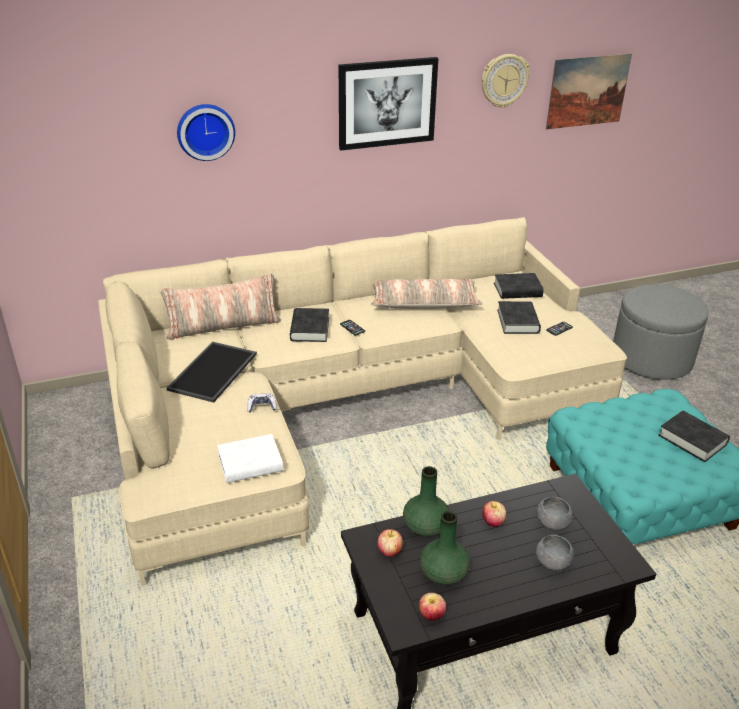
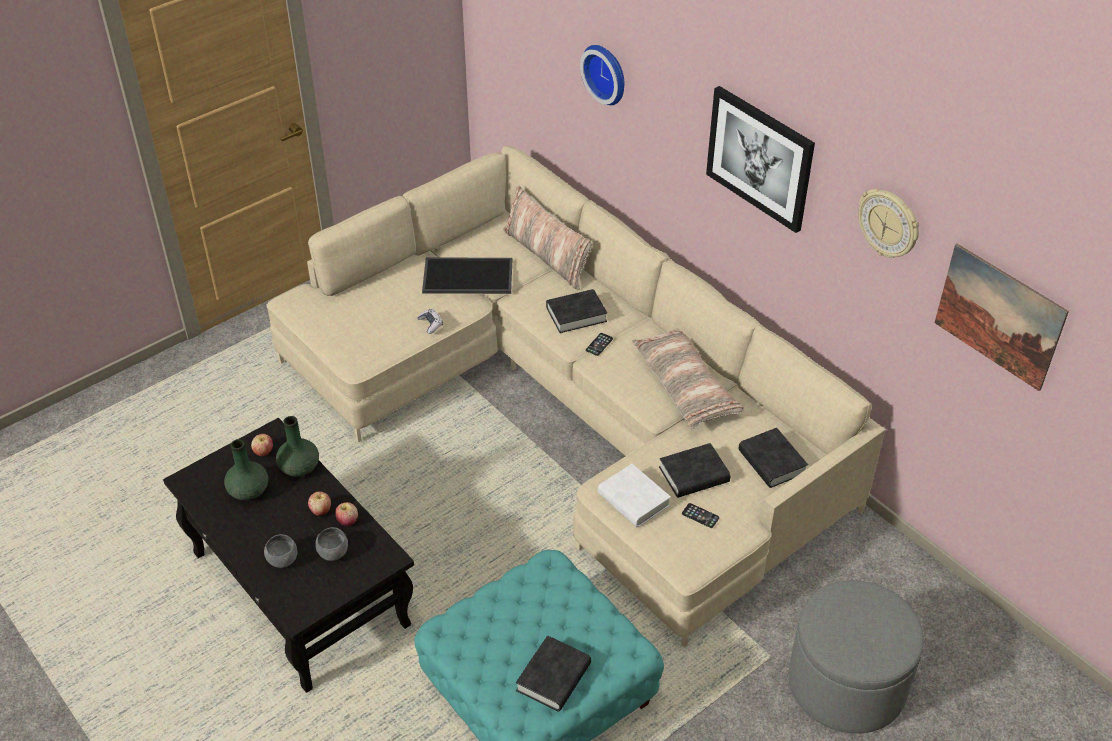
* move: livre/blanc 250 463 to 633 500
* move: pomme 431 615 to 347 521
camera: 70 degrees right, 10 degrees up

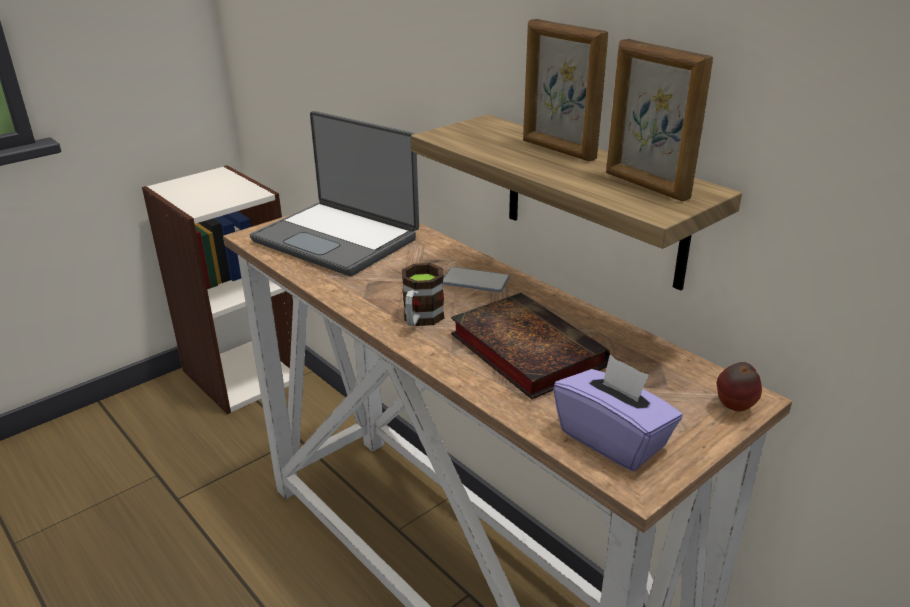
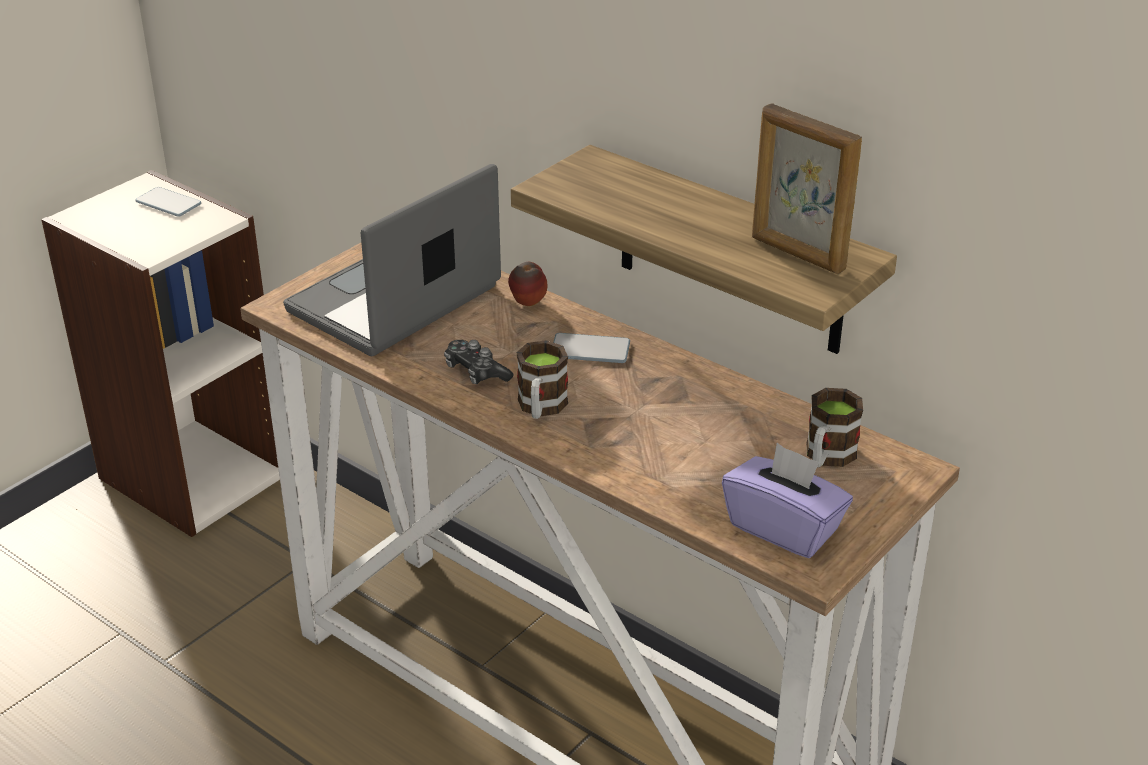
* rotate: ordinateur portable 338 239 = 396 301 105 degrees clockwise
* delete: livre 522 349
* delete: cadre photo 558 150
* move: pomme 734 408 to 527 304
* insert: téléphone 168 203
* insert: manette 476 372
* insert: mug 827 457
camera: 10 degrees left, 5 degrees up

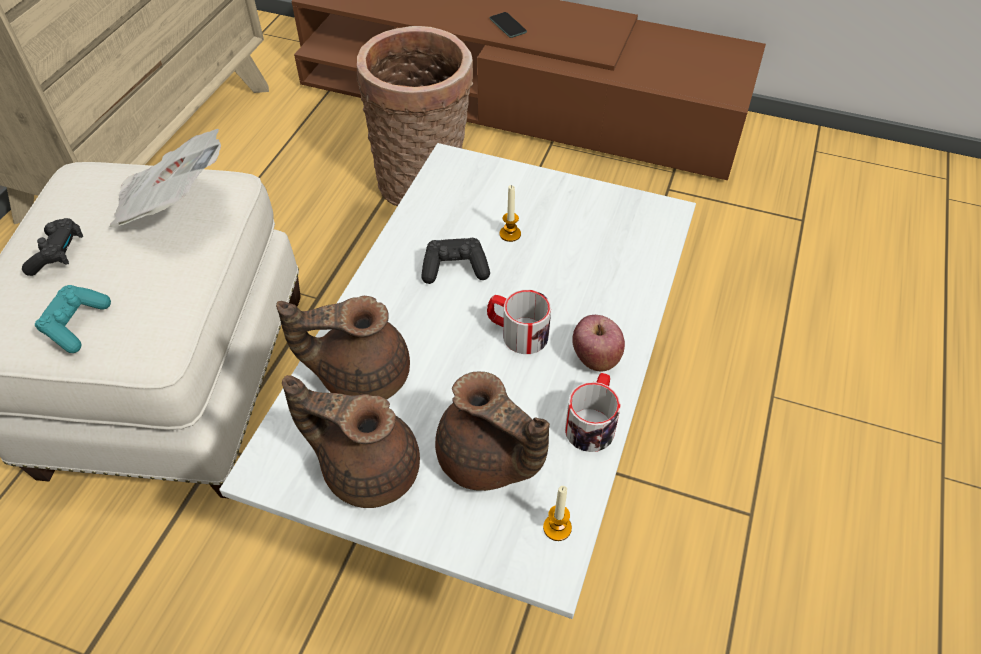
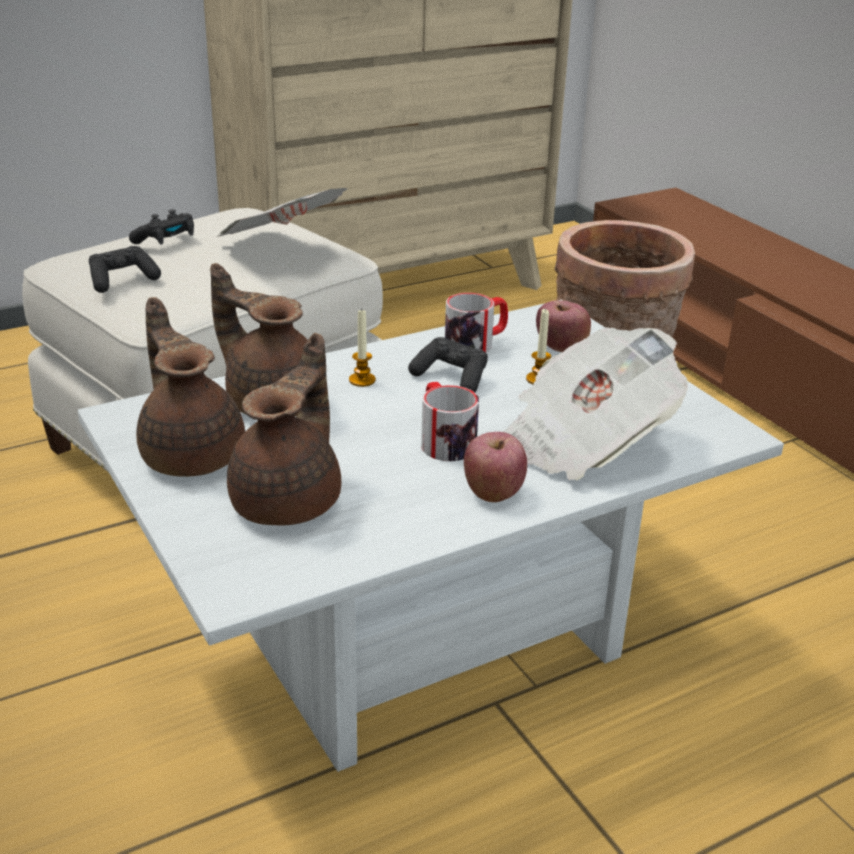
* recolor: manette/turquoise 76 325 to manette/noir 122 280
* rotate: théière/marron 487 460 = 290 500 150 degrees counterclockwise
* delete: téléphone 508 25
* move: bougie 557 528 to 362 380
* move: mug 592 422 to 476 343
* insert: journal 582 442
* insert: pomme 561 348
camera: 40 degrees right, 20 degrees down

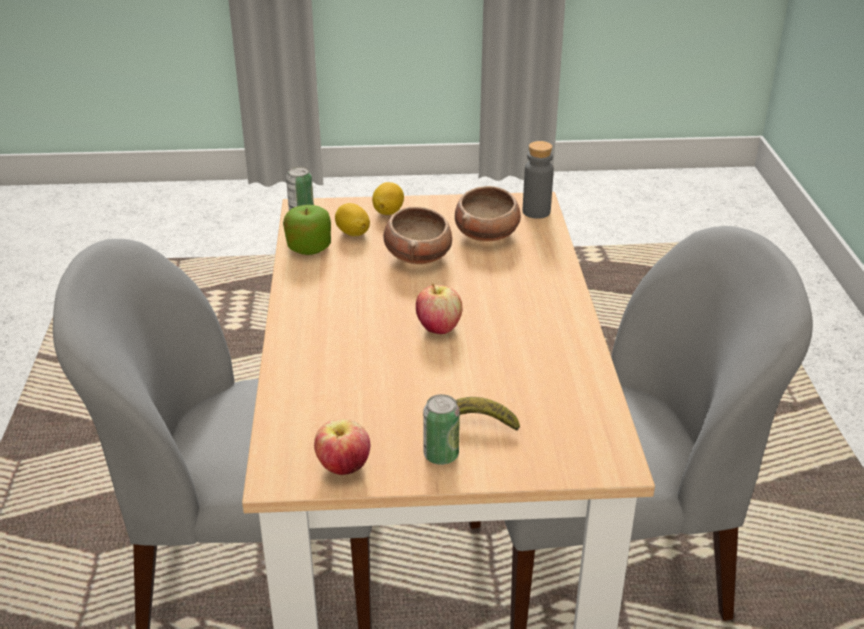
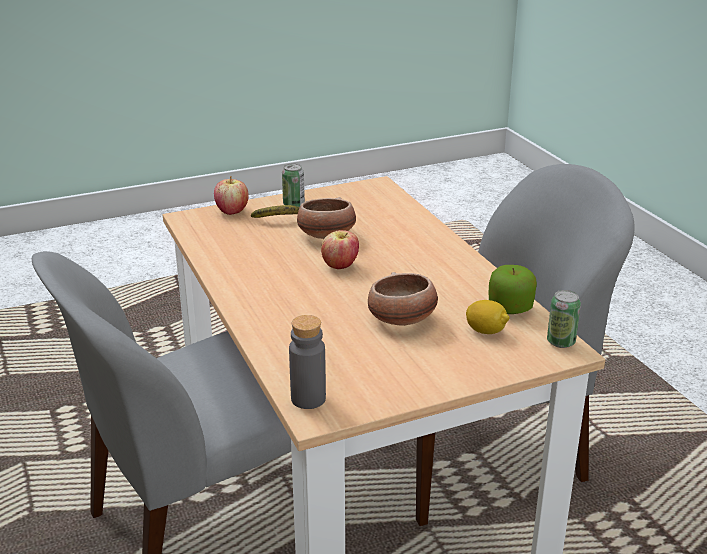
* move: pomme 343 467 to 232 211
* delete: citron 388 212
* move: bol 487 234 to 326 236
camera: 160 degrees right, 5 degrees down

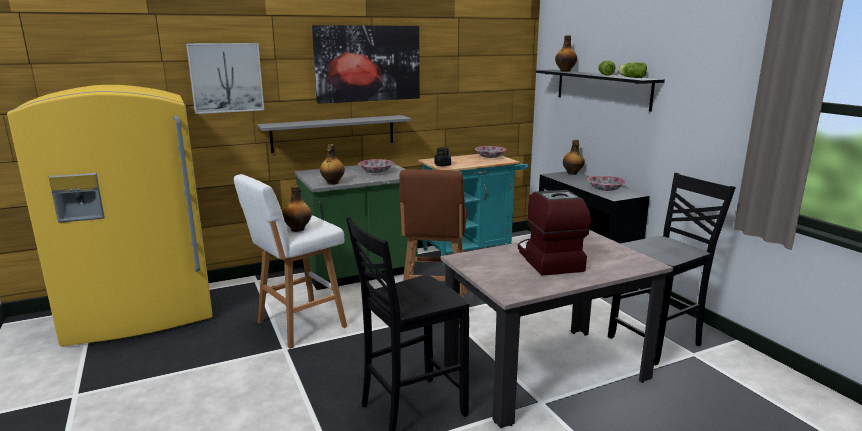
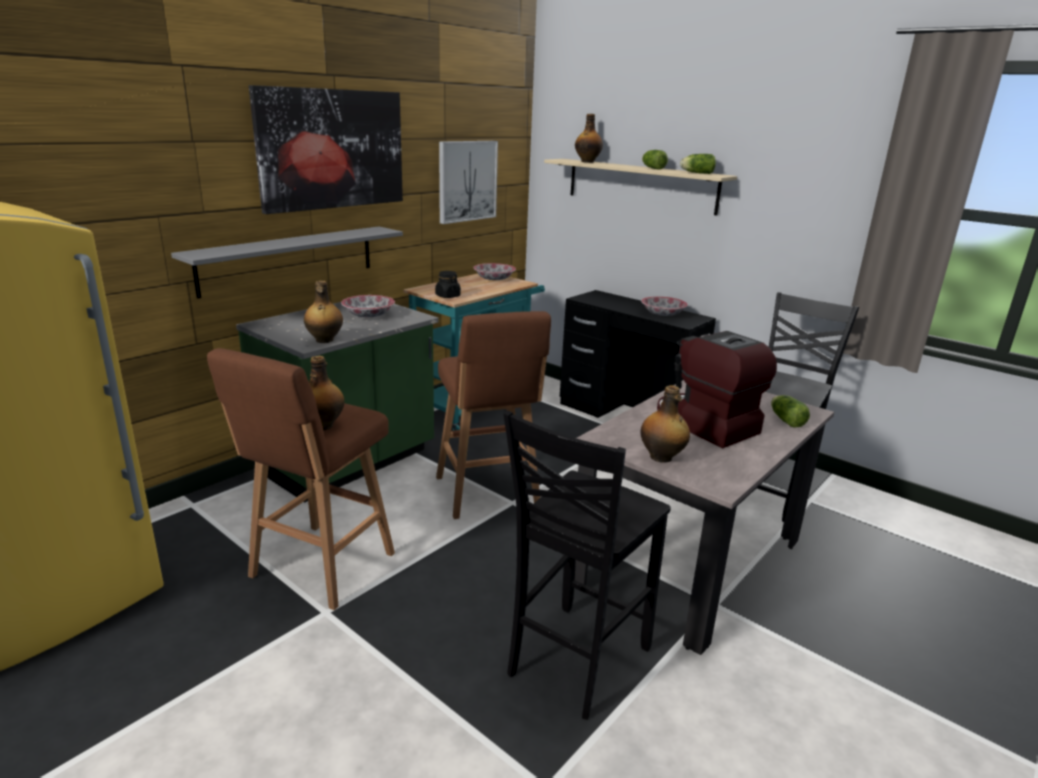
* move: tableau 226 77 to 467 181
* recolor: tabouret/blanc 298 325 to tabouret/marron 319 567
* recolor: étagère/noir 602 88 to étagère/beige 640 185
* move: bouteille 572 173 to 661 457
* insert: laitue 785 420
camera: 25 degrees left, 5 degrees up

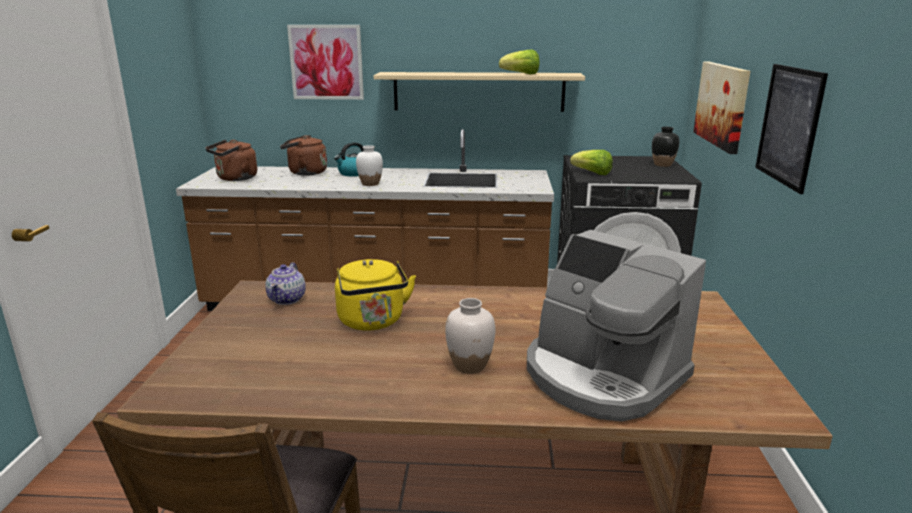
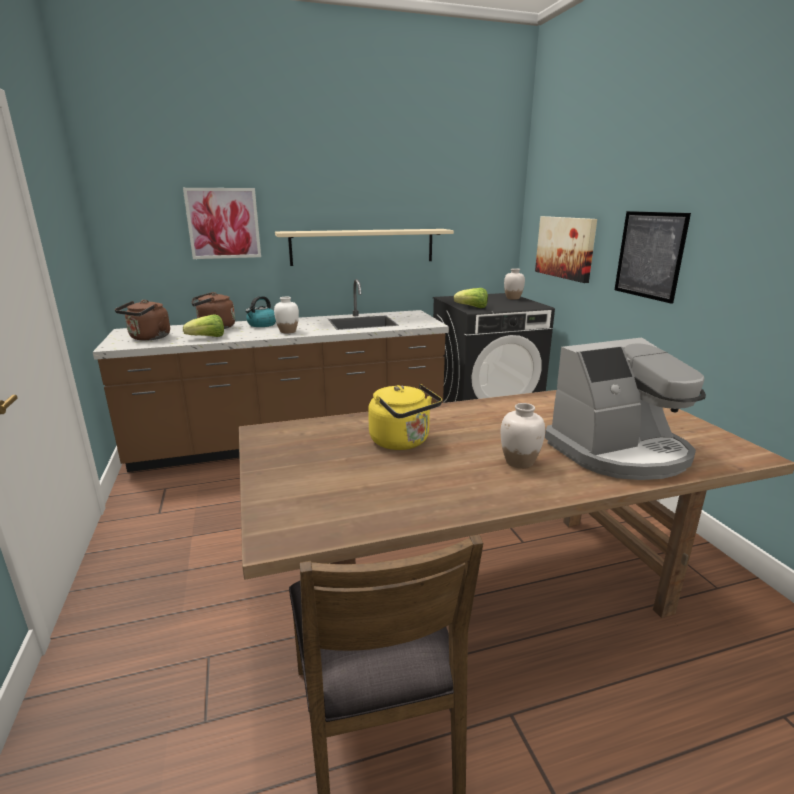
* delete: théière 287 299
* move: laitue 521 74 to 207 337
* rotate: machine à café 601 376 = 619 452 45 degrees counterclockwise
* recolor: vase/noir 662 164 to vase/blanc 512 298
camera: 20 degrees left, 0 degrees up

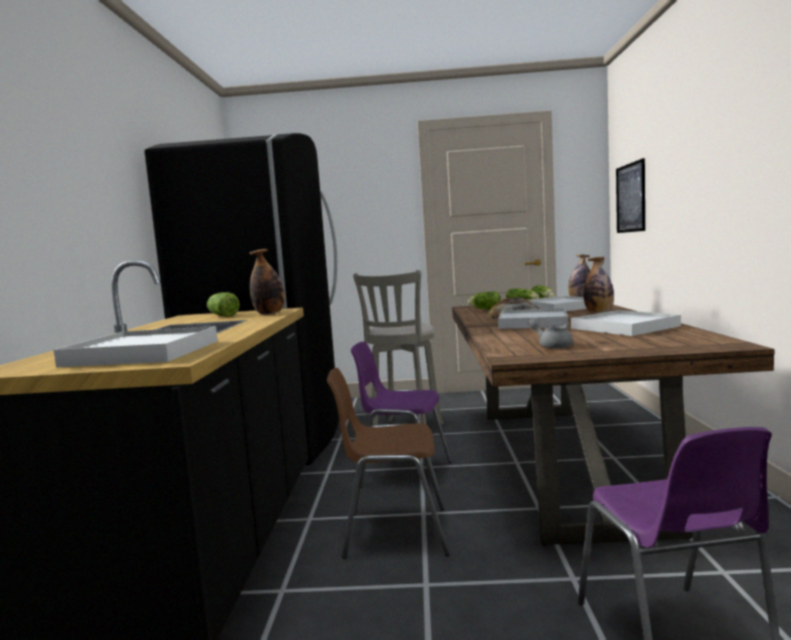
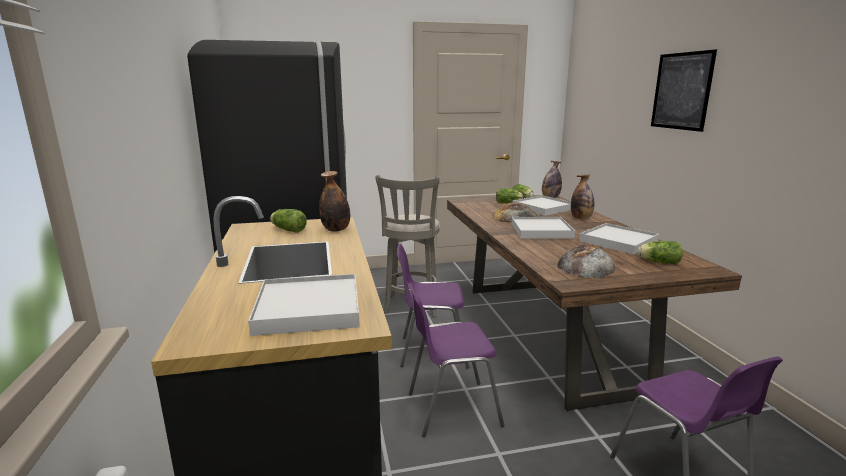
* recolor: chaise/marron 393 532 to chaise/violet 451 409
* move: laitue 484 309 to 657 262
* replace: théière/gris 552 345 to pain 585 266
* move: tableau 630 198 to 681 91
camera: 15 degrees left, 10 degrees up

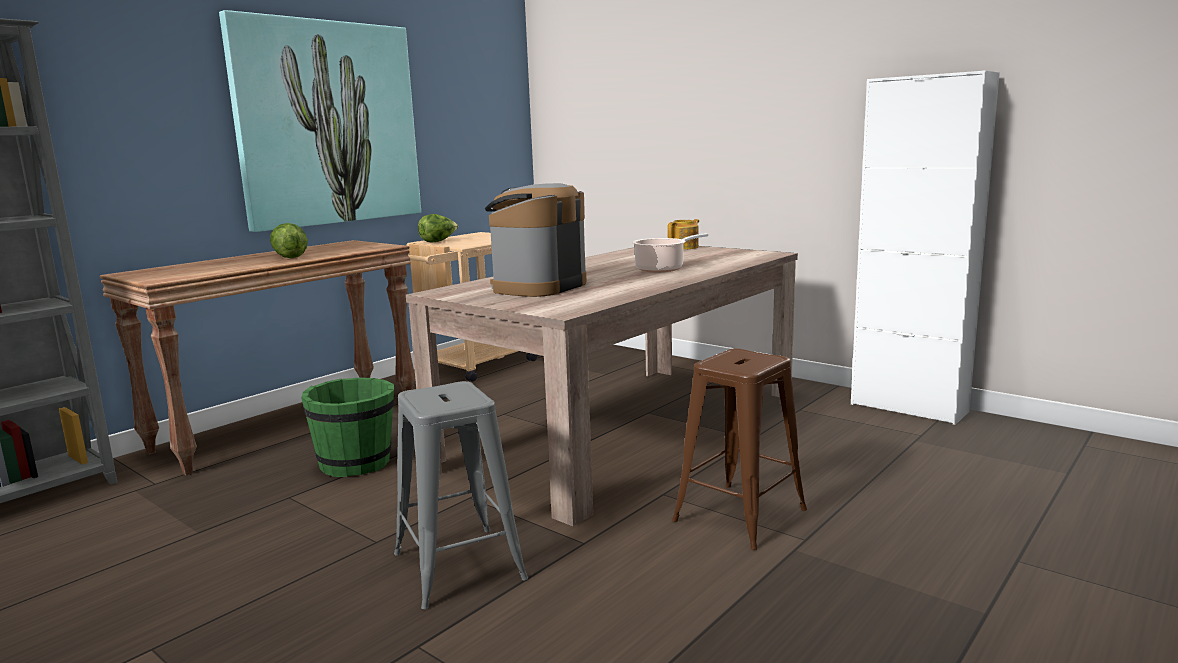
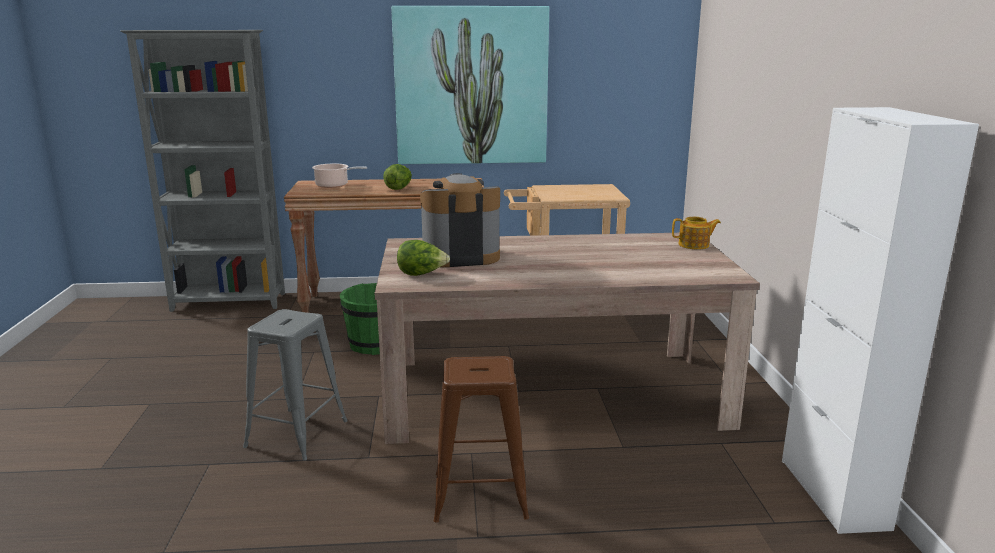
* move: laitue 438 241 to 421 274
* move: marmite 662 269 to 334 185
camera: 45 degrees right, 5 degrees up

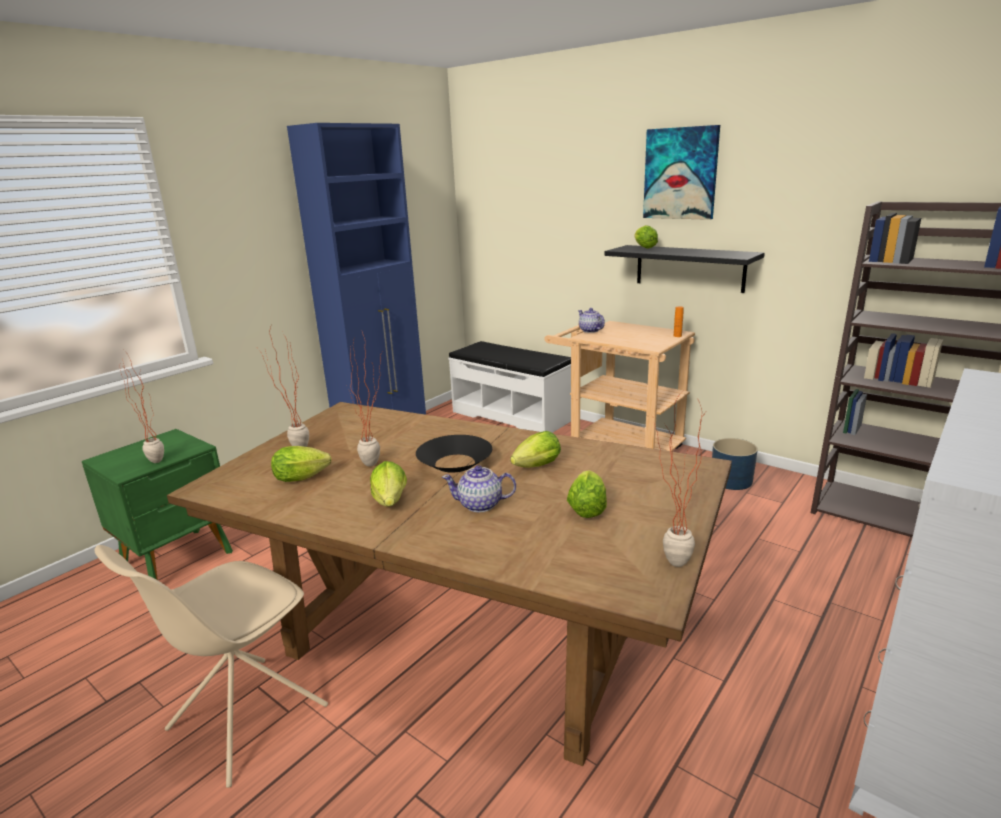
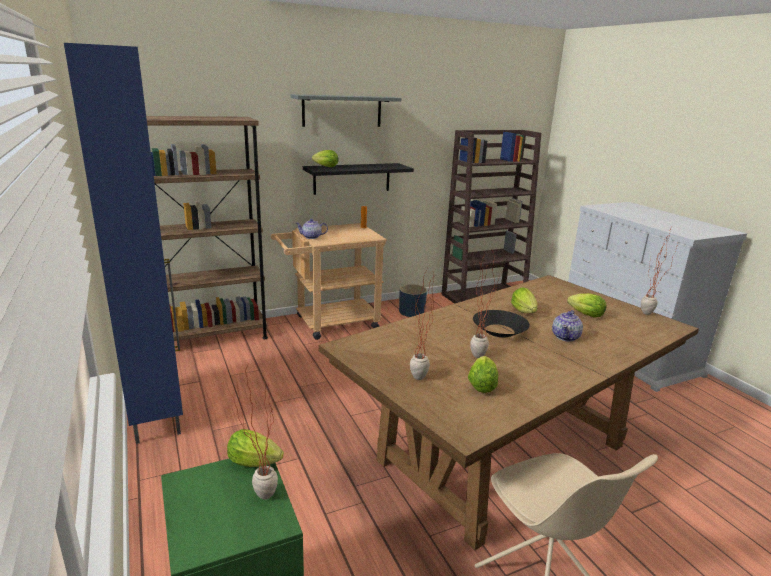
* move: laitue 390 503 to 257 463
* replace: banc/blanc 512 415 to bibliothèque/marron 214 337
* replace: tableau 680 173 to étagère/gris 342 111
camera: 65 degrees left, 0 degrees up

